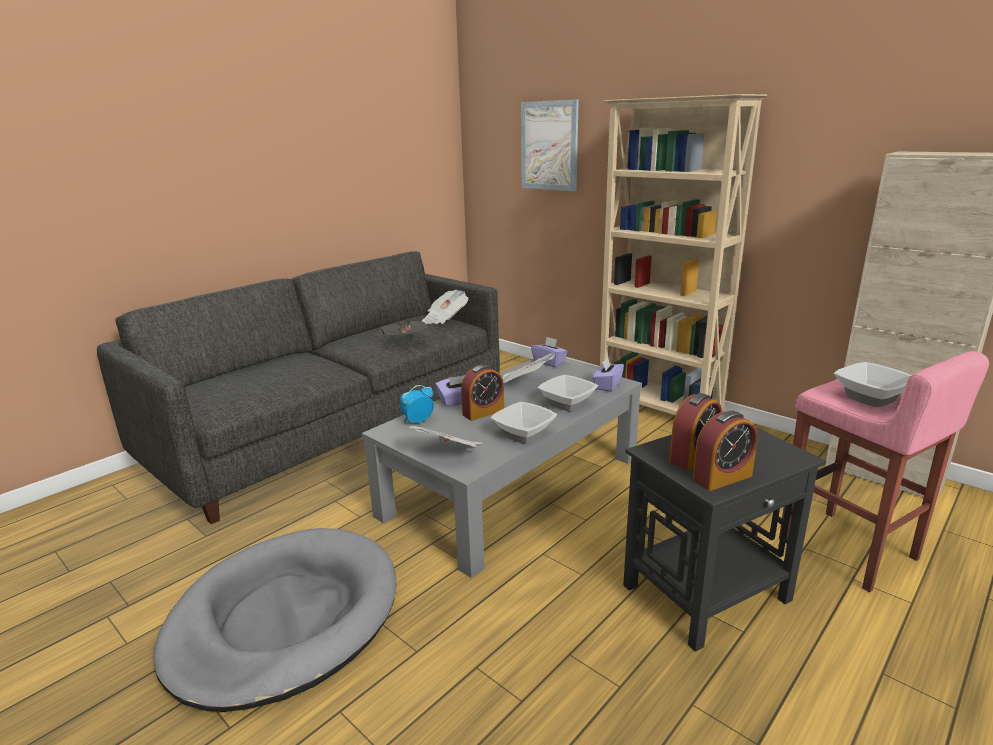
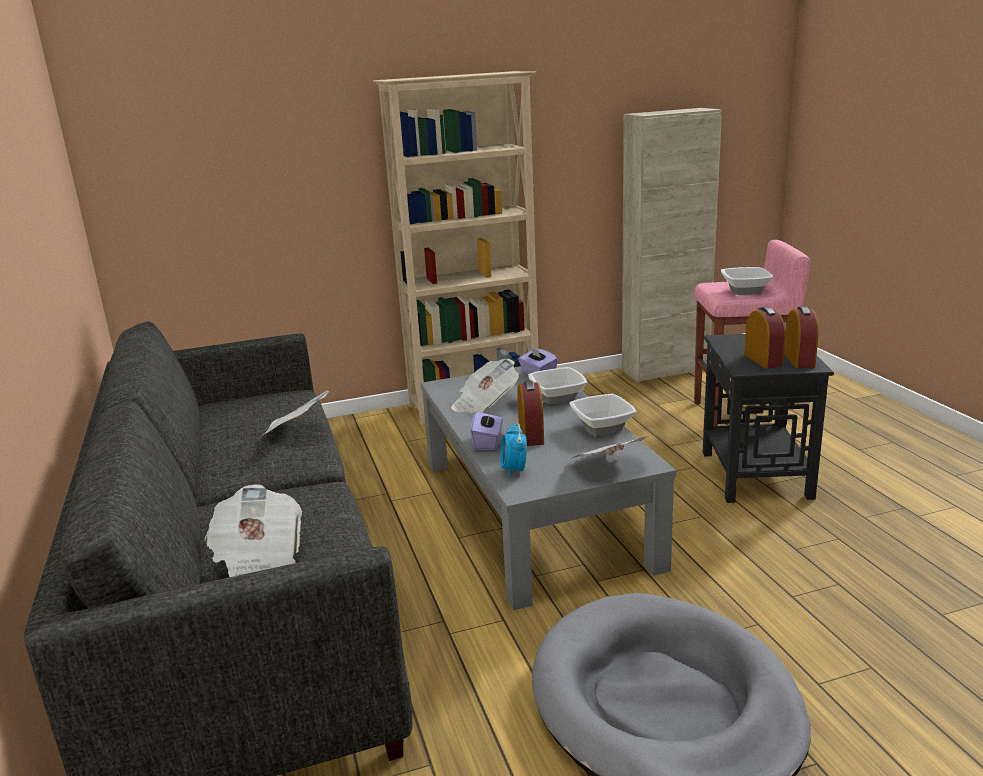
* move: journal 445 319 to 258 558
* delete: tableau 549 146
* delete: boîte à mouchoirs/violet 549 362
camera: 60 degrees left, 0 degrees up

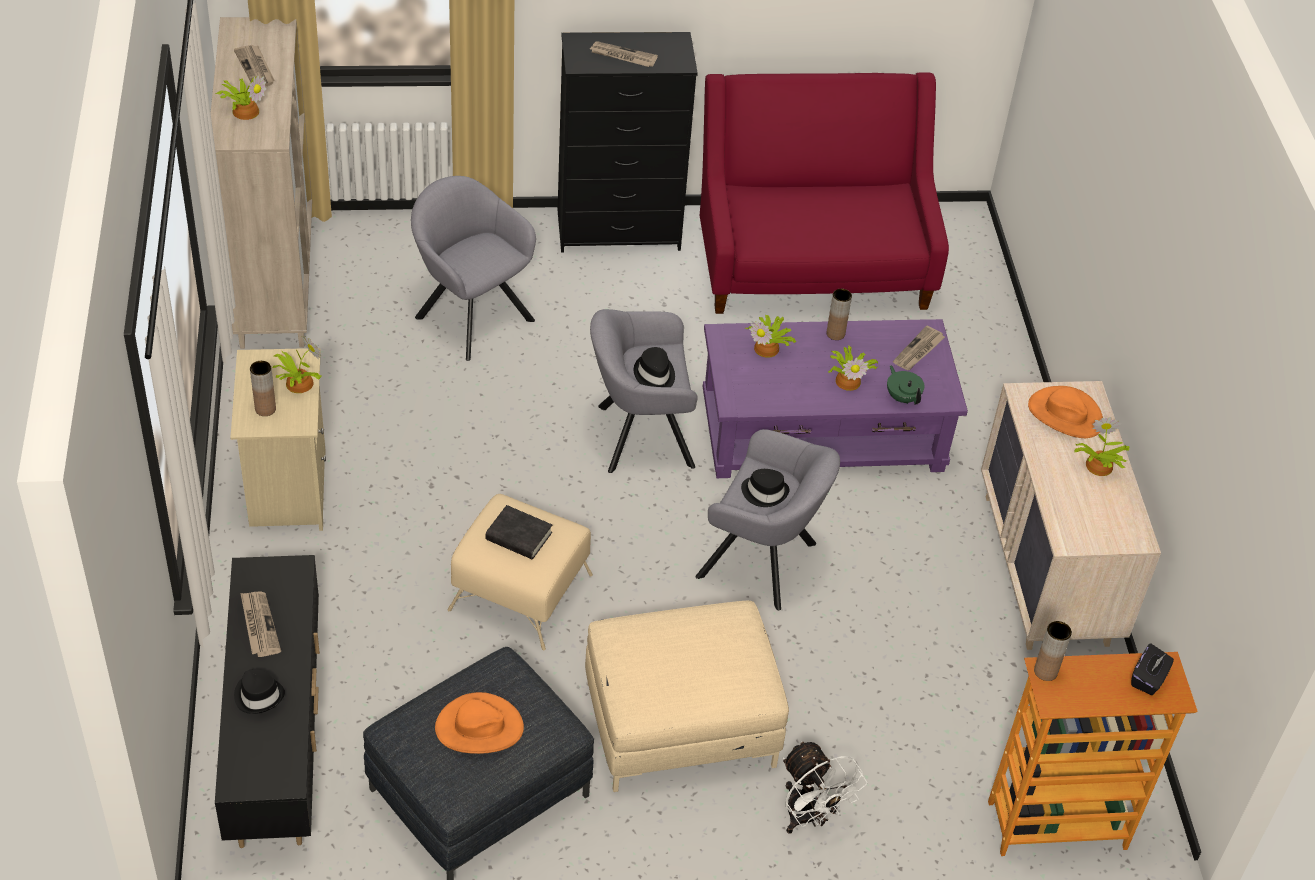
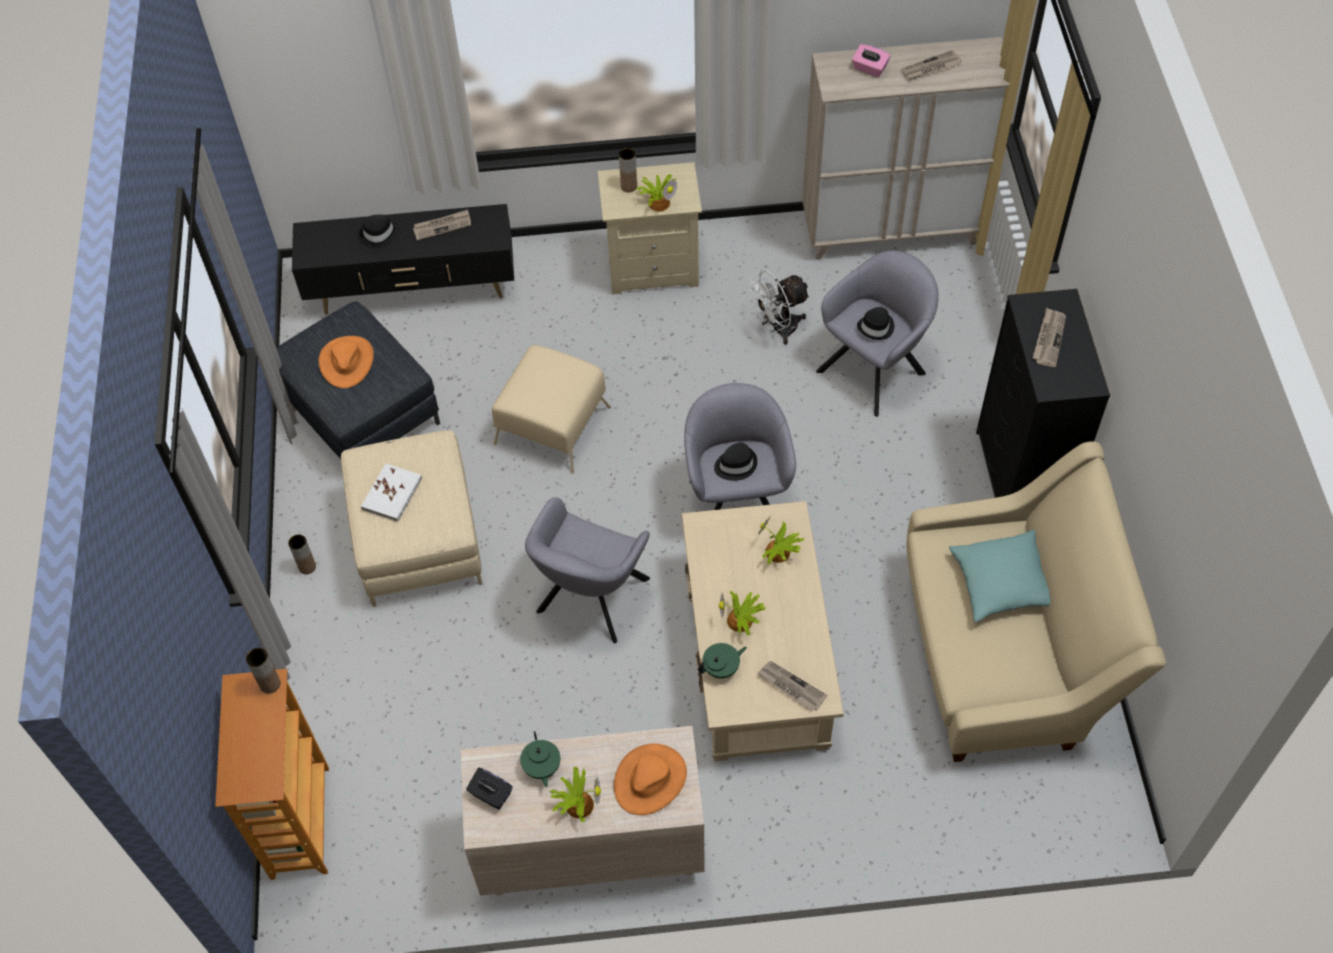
* replace: plante en pot 245 110 to boîte à mouchoirs/rose 869 69
* delete: livre/noir 518 536
* recolor: canapé/rouge 811 264 to canapé/beige 1005 651
* recolor: table basse/violet 823 433 to table basse/beige 756 654
* move: chapeau/noir 765 492 to 876 327
* move: ventilateur/blanc 809 818 to 778 329
* move: vase/marron 835 334 to 307 567
* move: boîte à mouchoirs/noir 1148 679 to 491 795
* insert: livre/blanc 392 494
* insert: théière/vert 541 767
* insert: coussin/turquoise 1002 583
camera: 95 degrees right, 10 degrees up

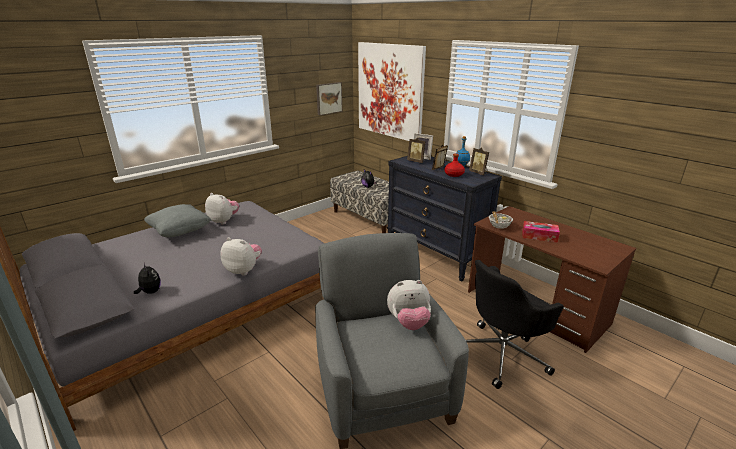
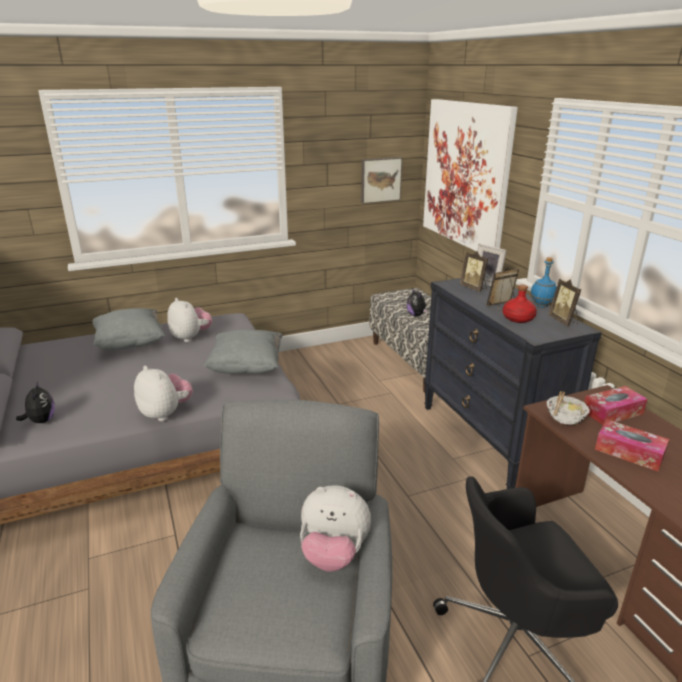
* insert: coussin/gris 246 368
* insert: boîte à mouchoirs 612 412
camera: 20 degrees right, 0 degrees up

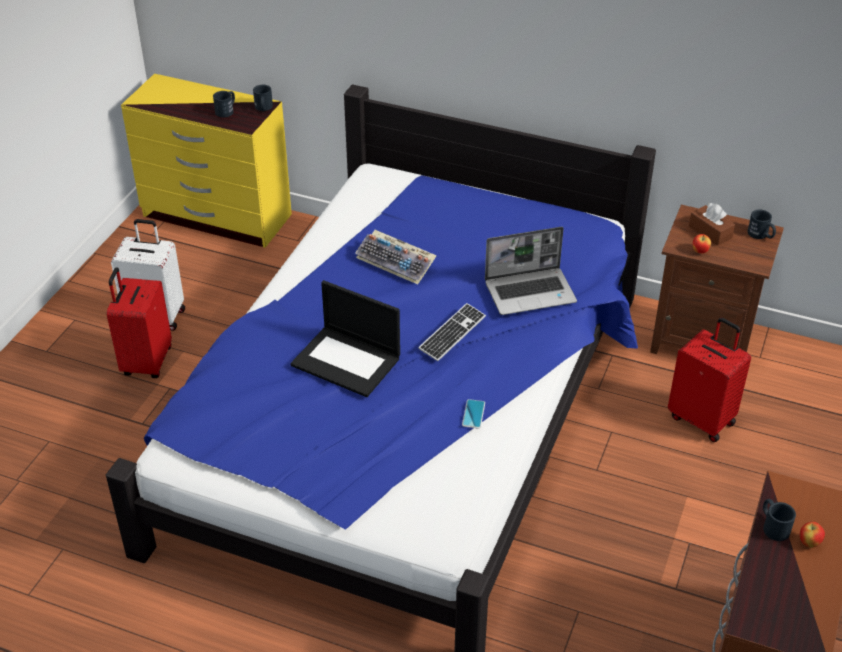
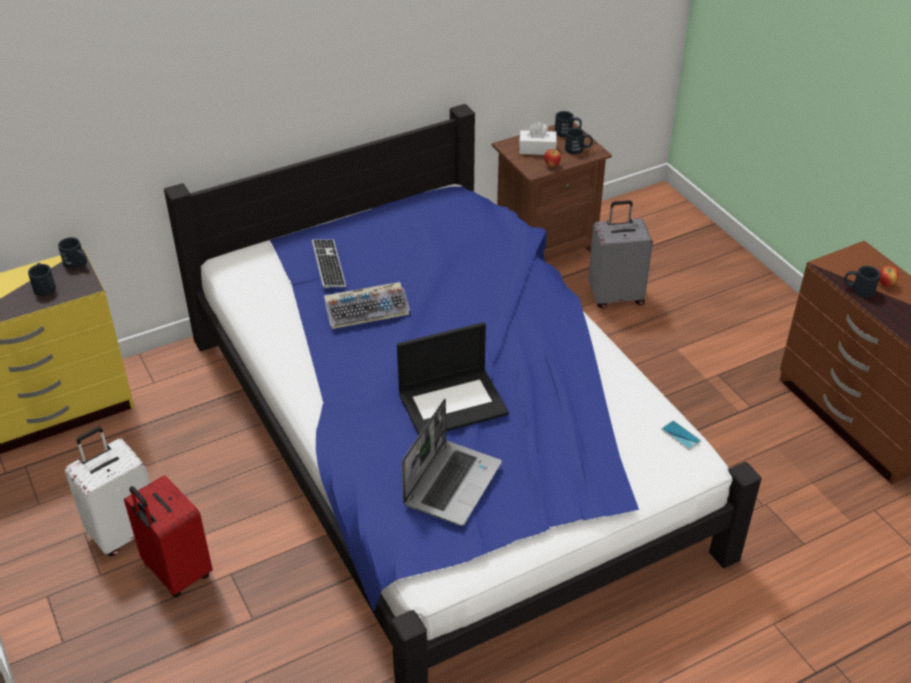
* move: clavier 452 333 to 328 265
* move: téléphone 473 414 to 680 435
* move: ordinateur portable 531 292 to 452 483
* recolor: valise/rouge 702 419 to valise/gris 615 296
* recolor: boîte à mouchoirs/marron 710 232 to boîte à mouchoirs/blanc 537 149
* insert: mug/noir 578 149
camera: 50 degrees left, 0 degrees up

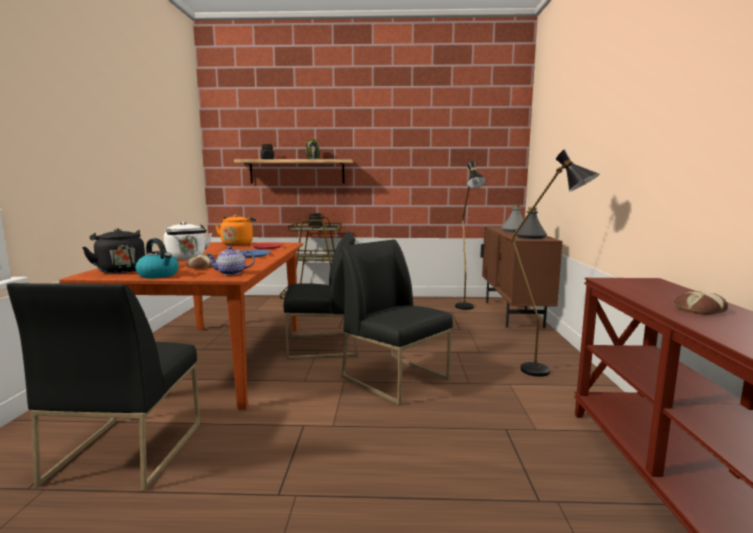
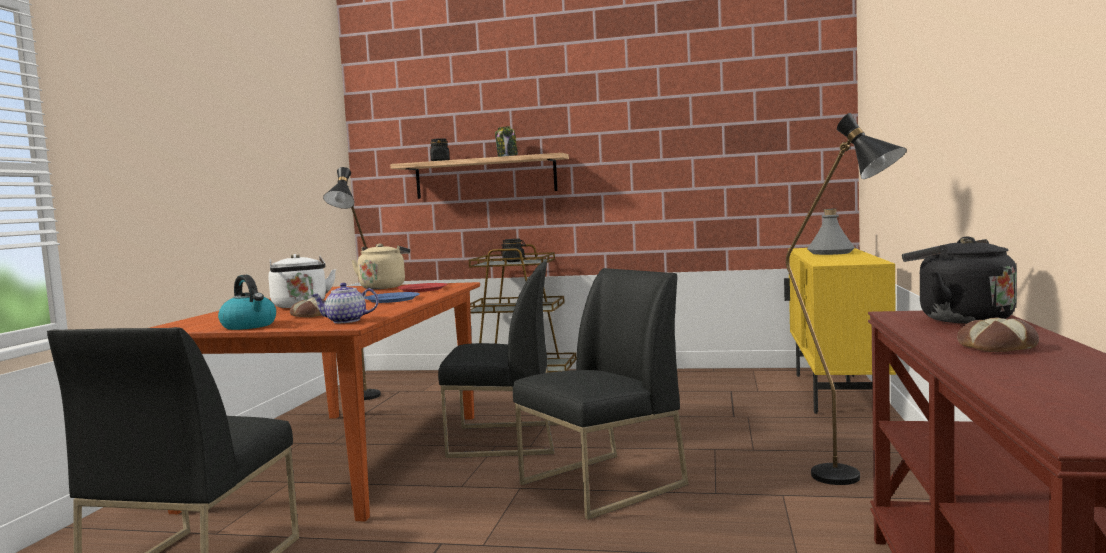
* move: bouilloire/noir 120 270 to 959 319
* recolor: bouilloire/orange 238 244 to bouilloire/beige 383 287
* rotate: chaise/noir 396 378 = 602 485 90 degrees clockwise
* move: lampadaire/noir 466 309 to 362 399
* recolor: meuble de rangement/marron 513 314 to meuble de rangement/jaune 836 393
* delete: bouteille/gris 530 237
camera: 10 degrees right, 5 degrees down

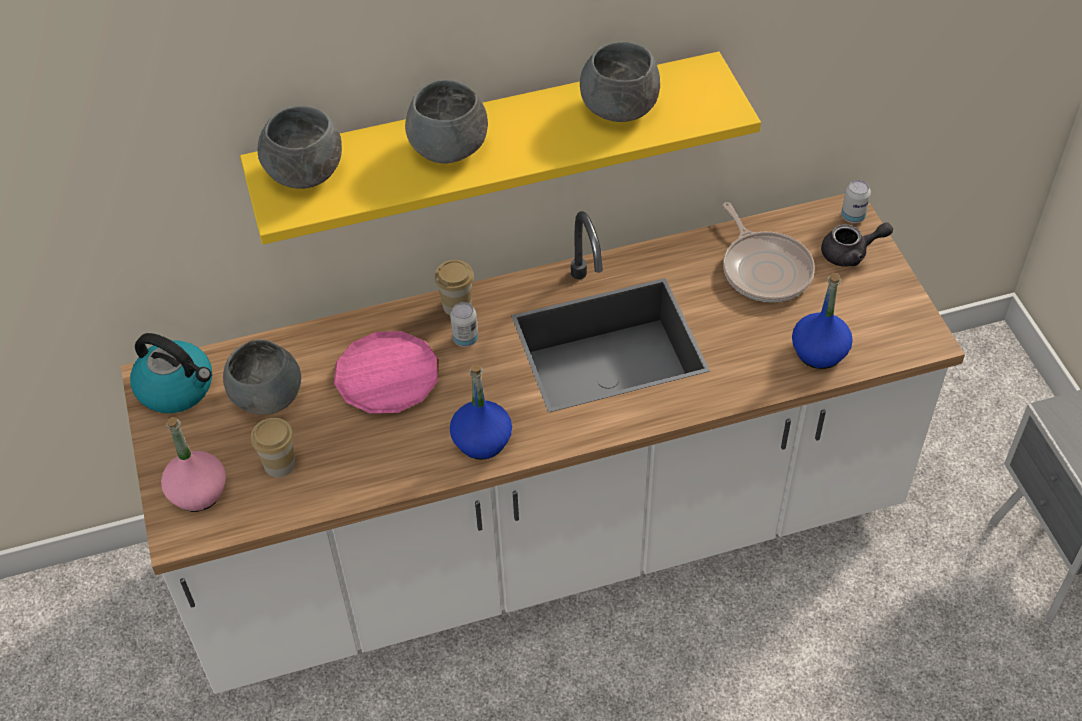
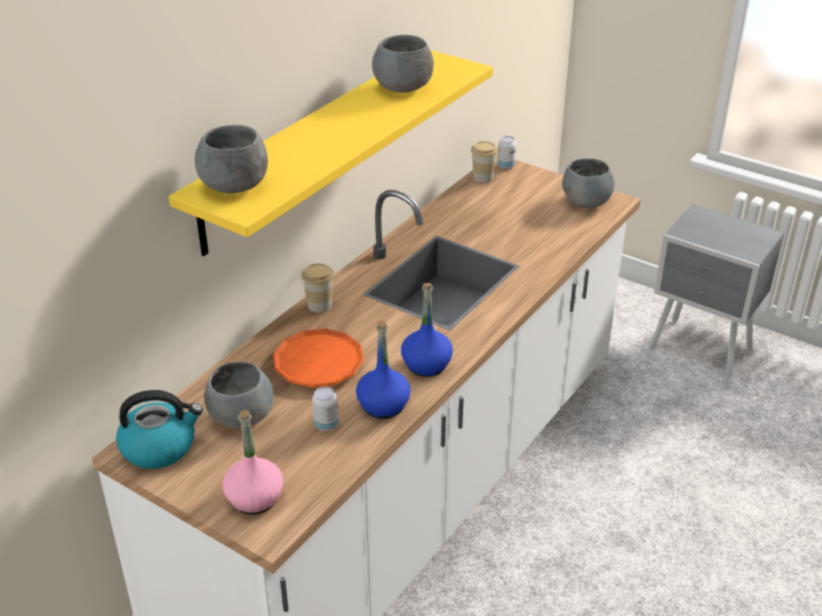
* move: tasse 279 464 to 483 177
* recolor: assiette/rose 387 377 to assiette/orange 318 364
* move: bol/gris 450 148 to 586 202
* move: boîte métallique 465 339 to 326 425
* delete: poêle 765 269
* move: bouteille/bleu 819 352 to 383 405
* delete: théière/gris 851 253
camera: 40 degrees left, 15 degrees down

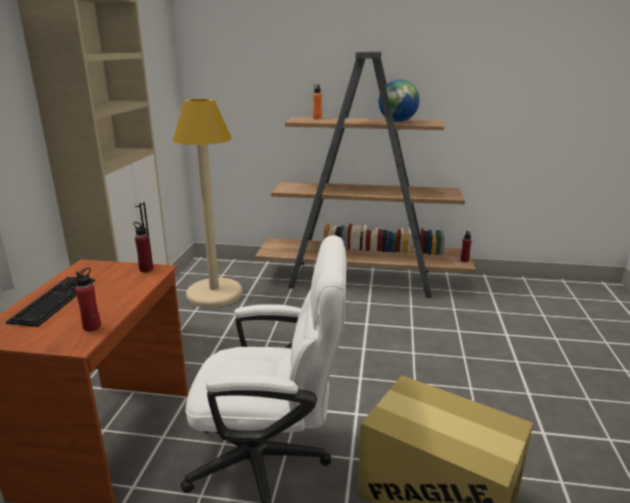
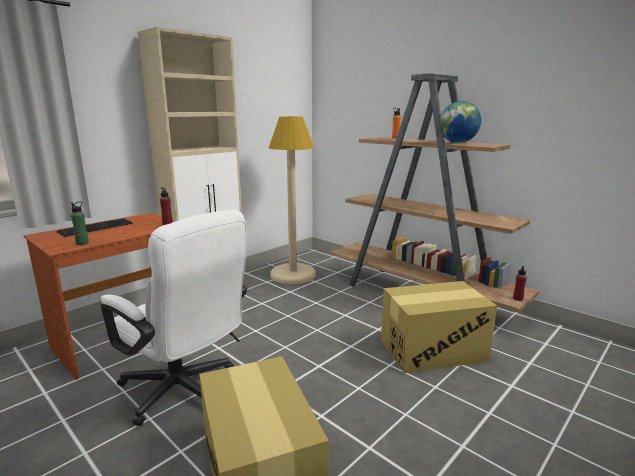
* recolor: bouteille/rouge 92 326 to bouteille/vert 82 243
* insert: carton 433 350
camera: 35 degrees right, 5 degrees down

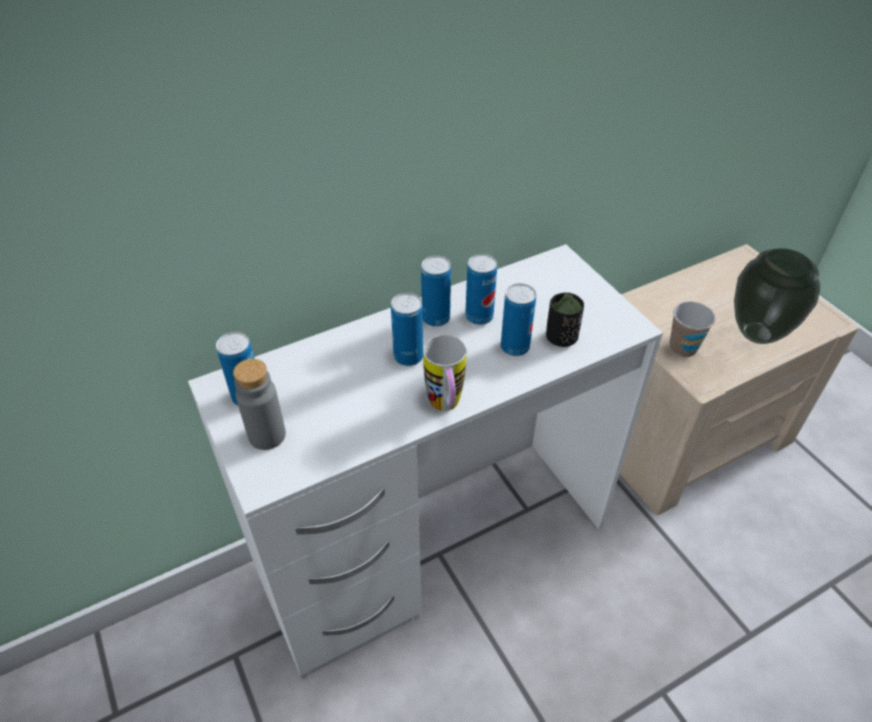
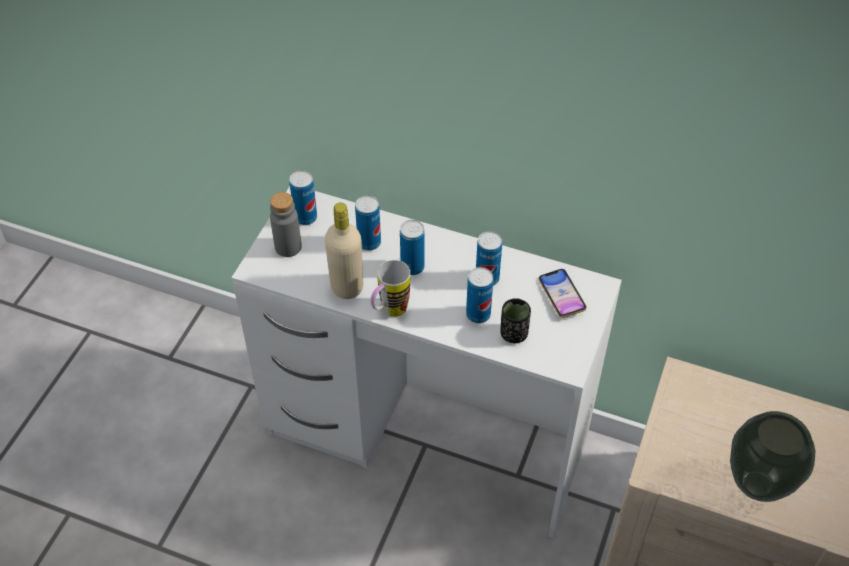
* move: boîte métallique 436 318 to 369 242
* delete: tasse 682 348
* insert: bouteille/beige 347 287
* insert: téléphone 561 295
camera: 50 degrees right, 5 degrees up

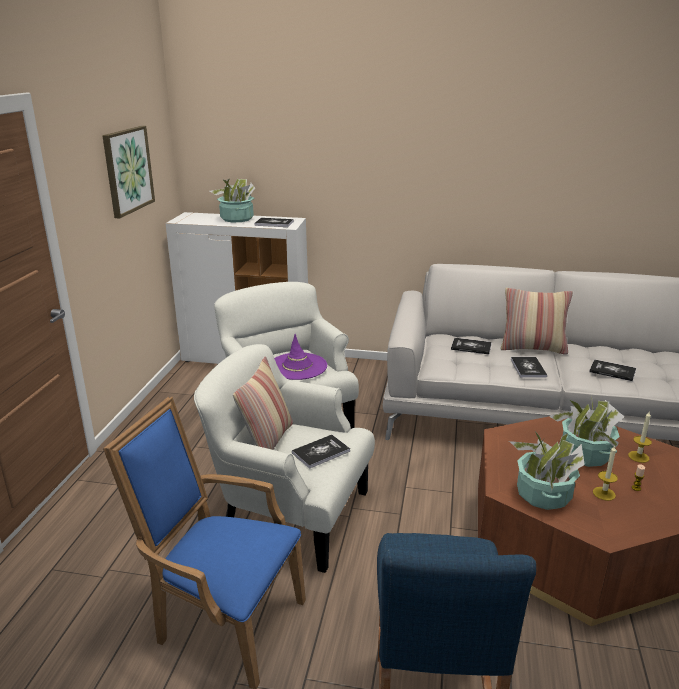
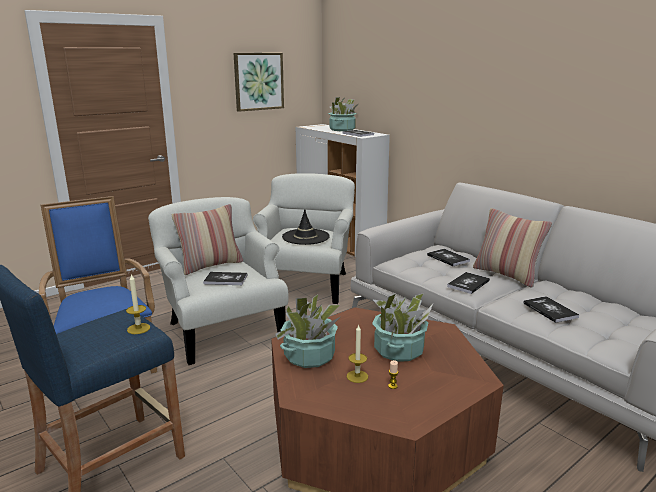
* recolor: chapeau/violet 297 366 to chapeau/noir 305 237
* move: bougie 638 456 to 138 328
camera: 40 degrees right, 5 degrees down

